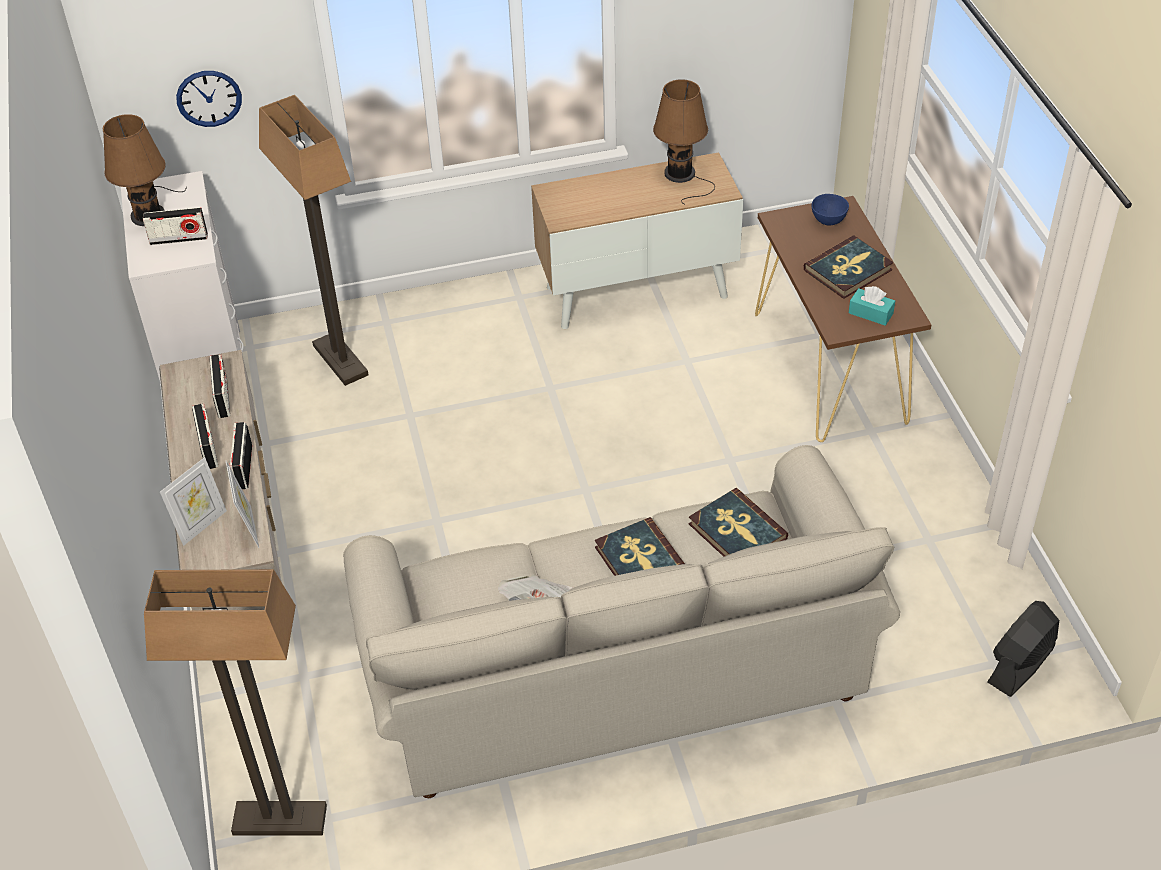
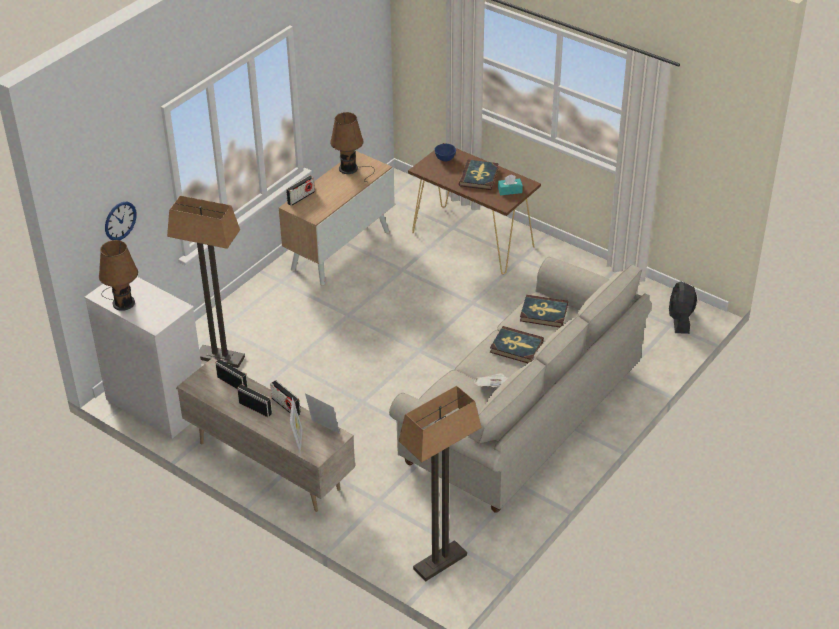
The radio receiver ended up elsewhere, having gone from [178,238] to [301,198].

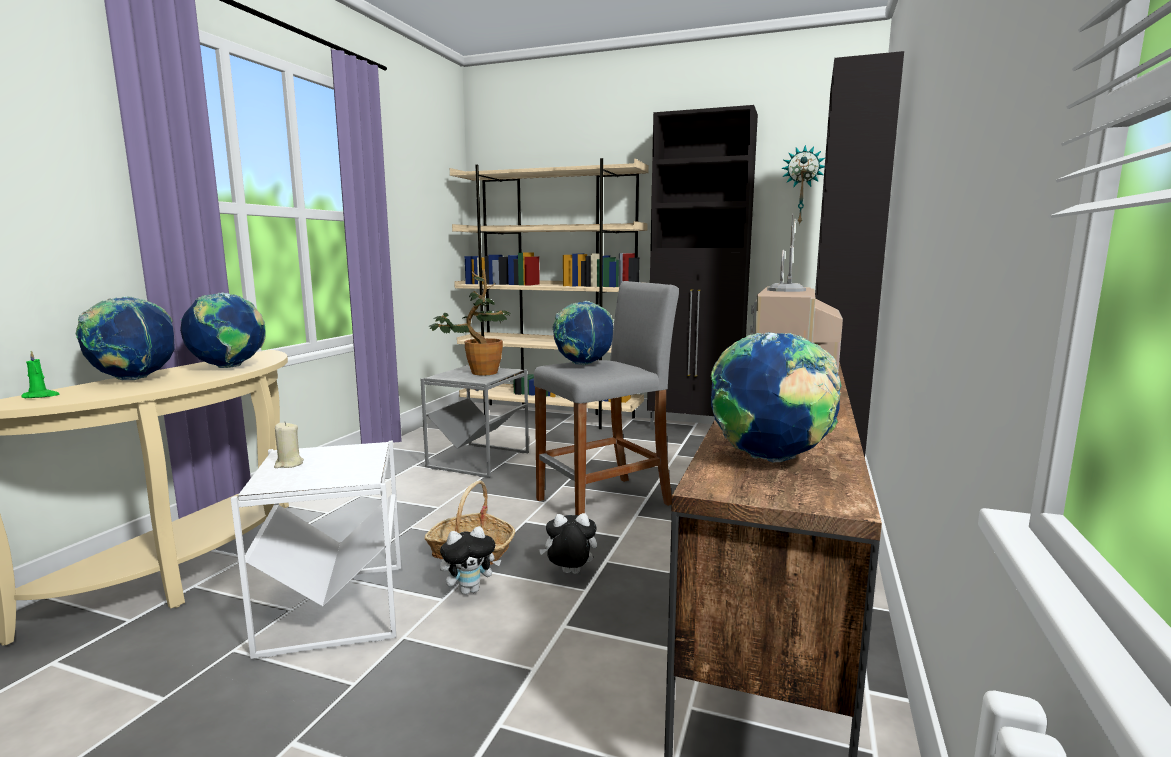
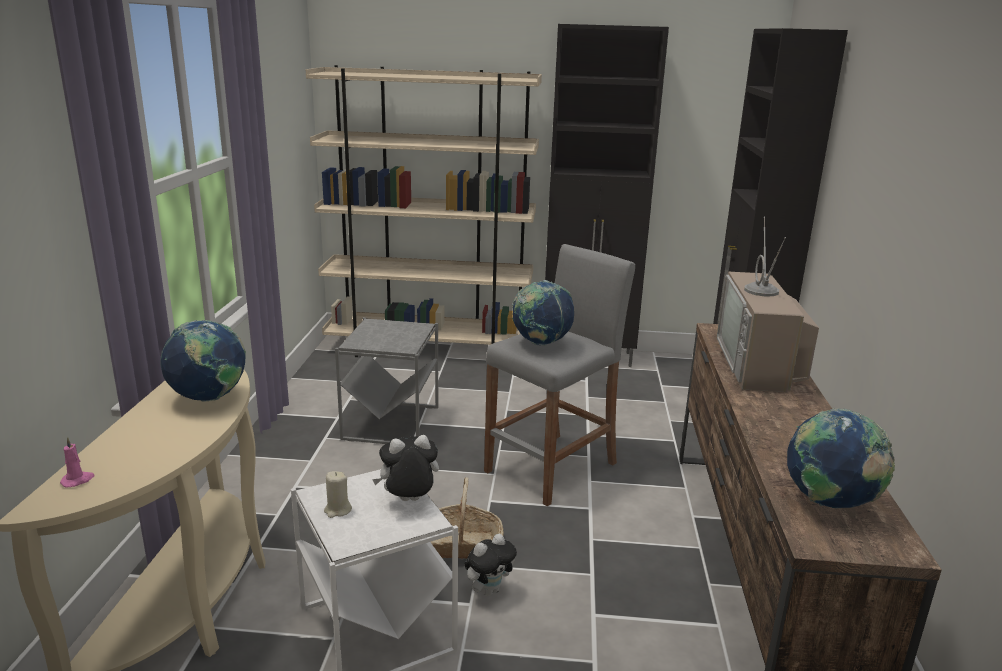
What was the green-coloured wax candle at [41,396] turned into the pink-coloured wax candle at [78,480].
The second view lost the desk globe at [133,379].
The second view lost the plant in a pot at [477,373].
The soft toy ended up elsewhere, having gone from [569,574] to [408,501].
The second view lost the hanging clock at [802,185].

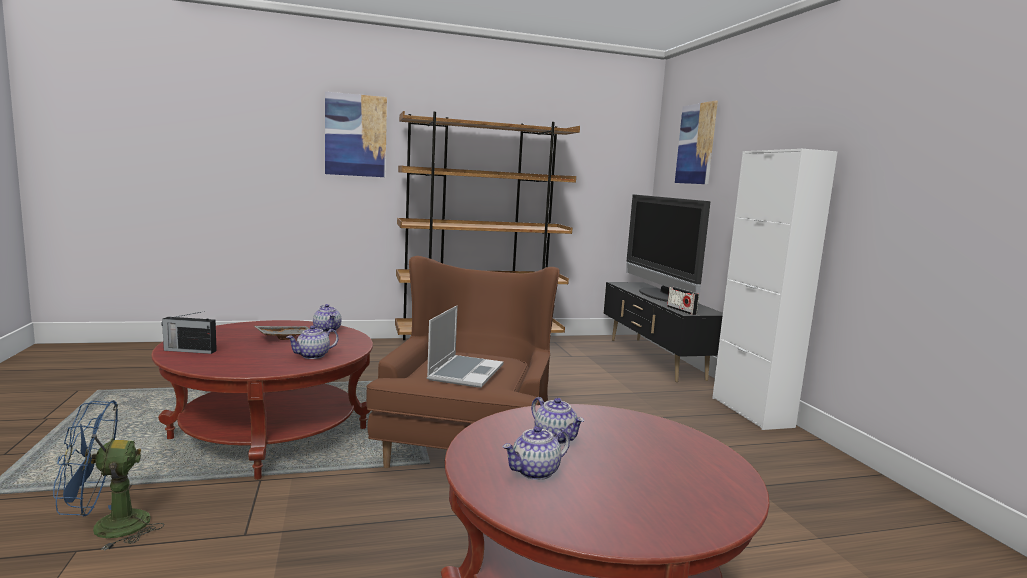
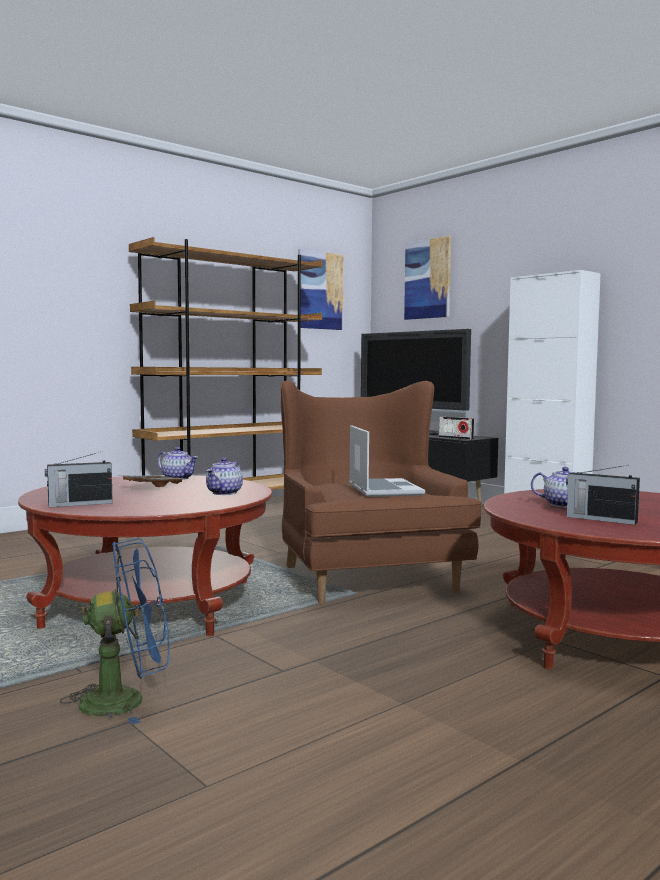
The blue electric fan at [107,528] ended up facing another way, 150 degrees counterclockwise from before.
The wall art ended up elsewhere, having gone from [356,135] to [320,290].
Where the tea pot stood at [535,472], the radio receiver came to stand at [600,519].

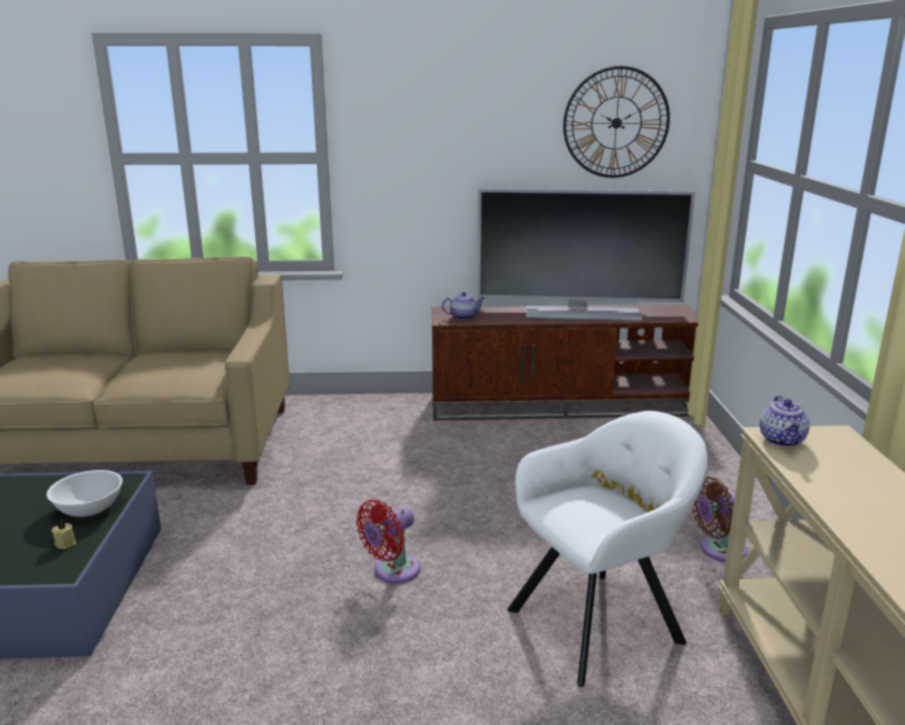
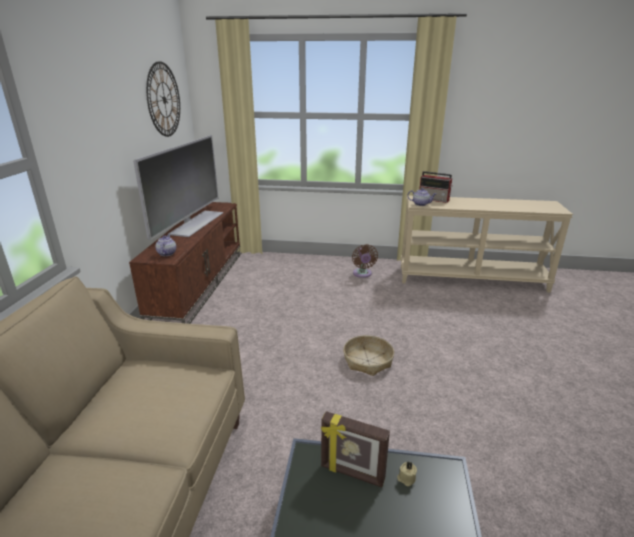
Where the white deep dish stood at [89,509], the photo frame came to stand at [352,473].
Where the red electric fan stood at [392,571], the storage basket came to stand at [367,361].
The second view lost the white lounge chair at [602,622].
The second view gained the radio receiver at [434,199].

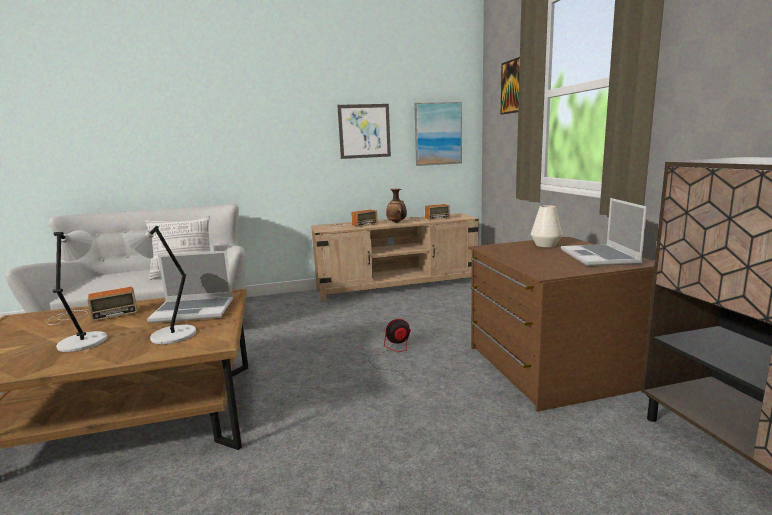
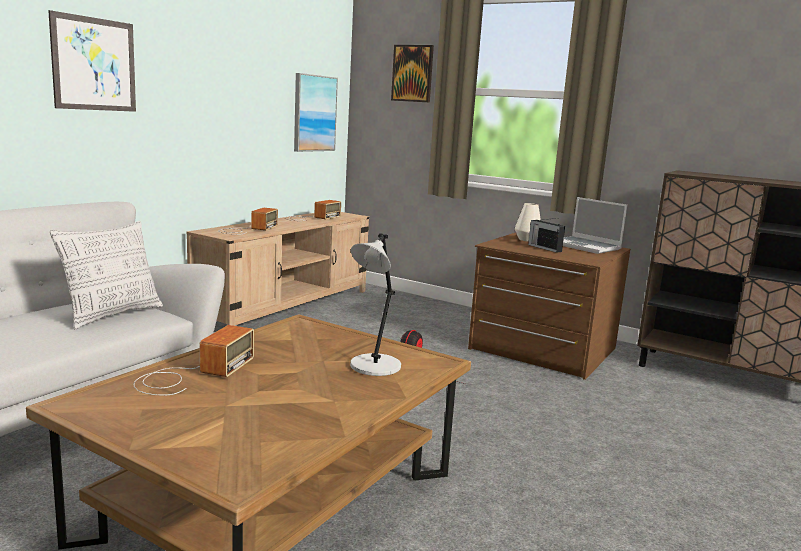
The second view lost the gray lamp for a table at [84,341].
The second view lost the notebook computer at [194,311].
The wall art ended up elsewhere, having gone from [364,131] to [94,64].
The second view lost the vase at [397,223].
The second view gained the radio receiver at [544,248].

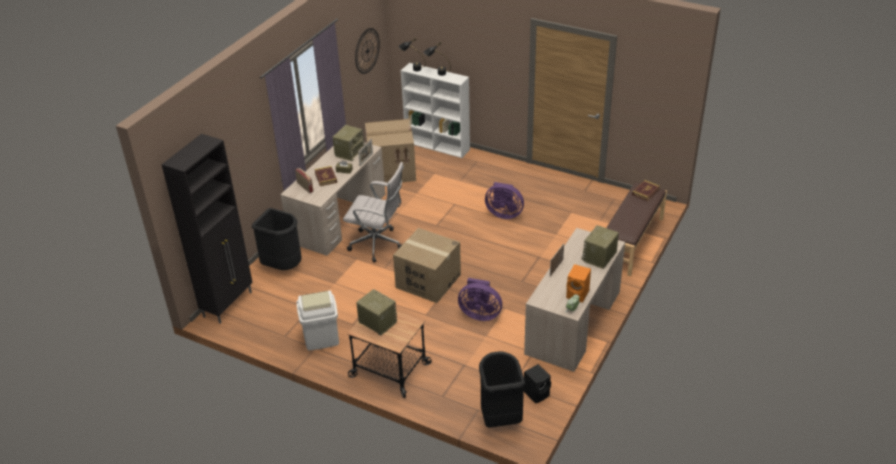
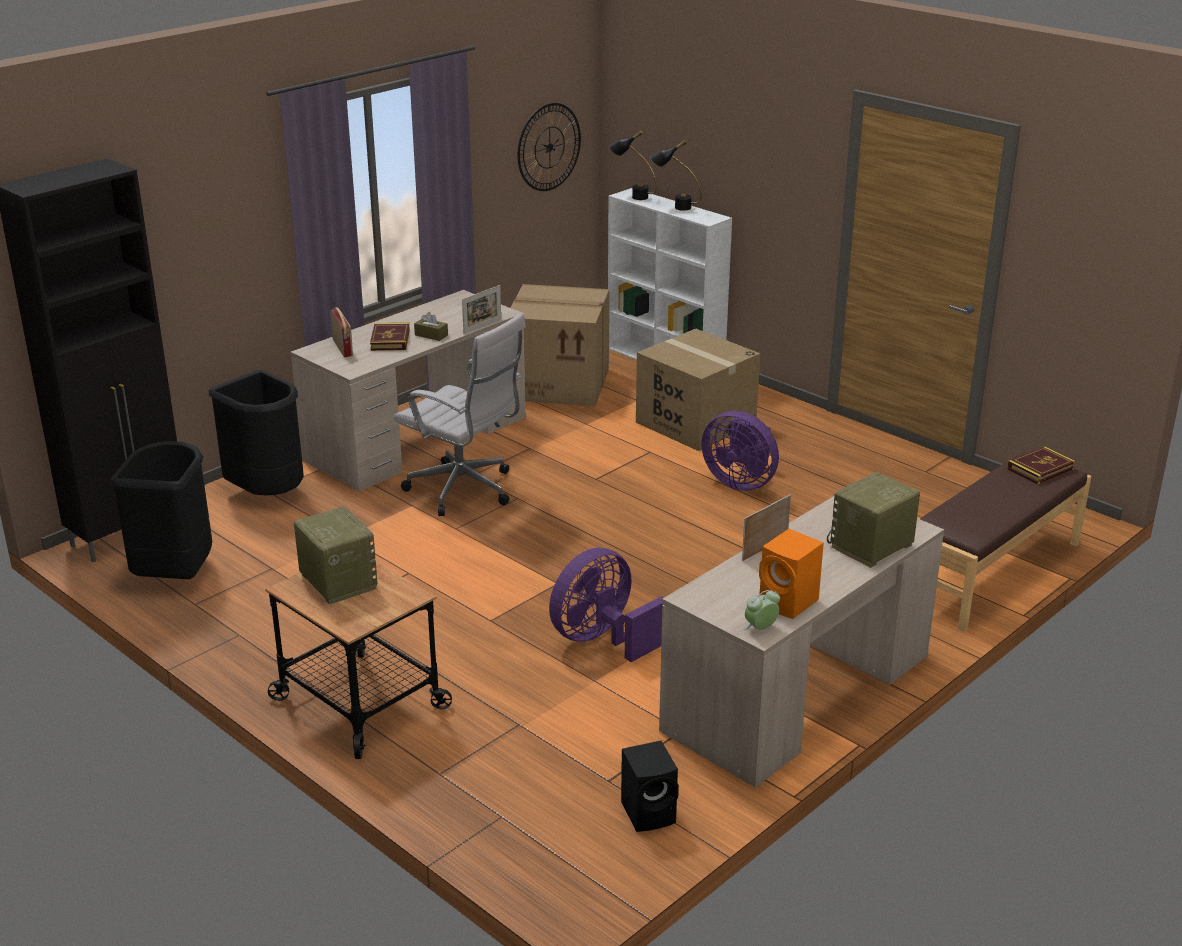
The second view lost the white rubbish bin at [321,338].
The second view lost the radio receiver at [349,152].
The carton ended up elsewhere, having gone from [428,281] to [695,423].
The purple electric fan at [480,314] ended up facing another way, 105 degrees clockwise from before.
The black-coloured rubbish bin ended up elsewhere, having gone from [500,418] to [176,575].

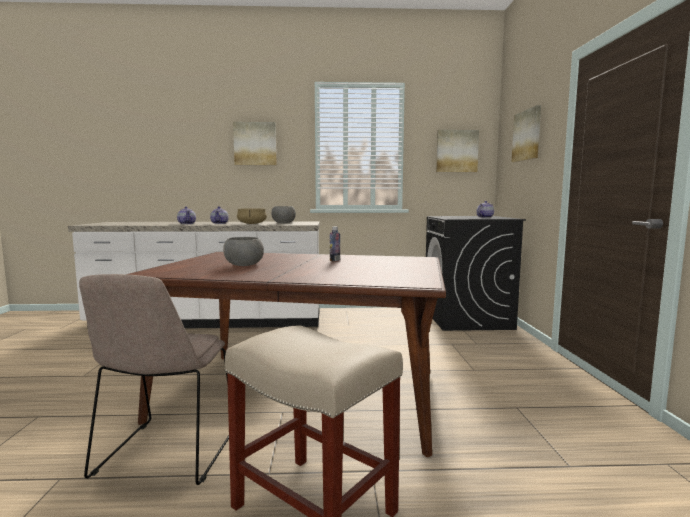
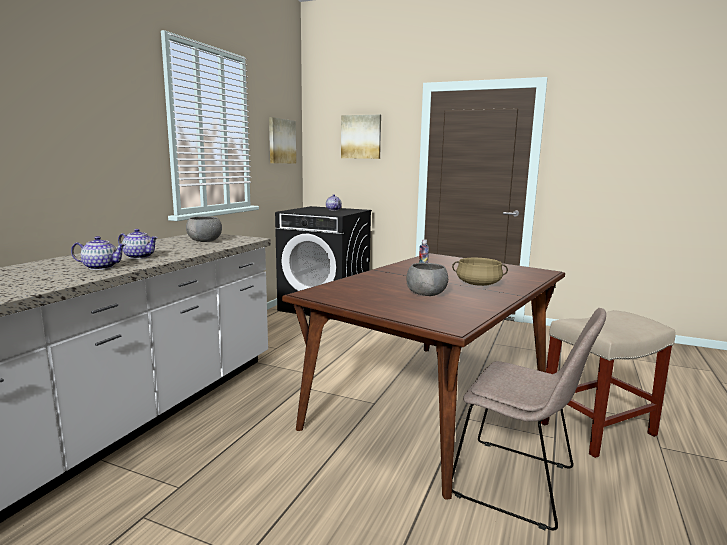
The second view lost the wall art at [255,144].
The beige-coloured stockpot ended up elsewhere, having gone from [251,224] to [478,284].

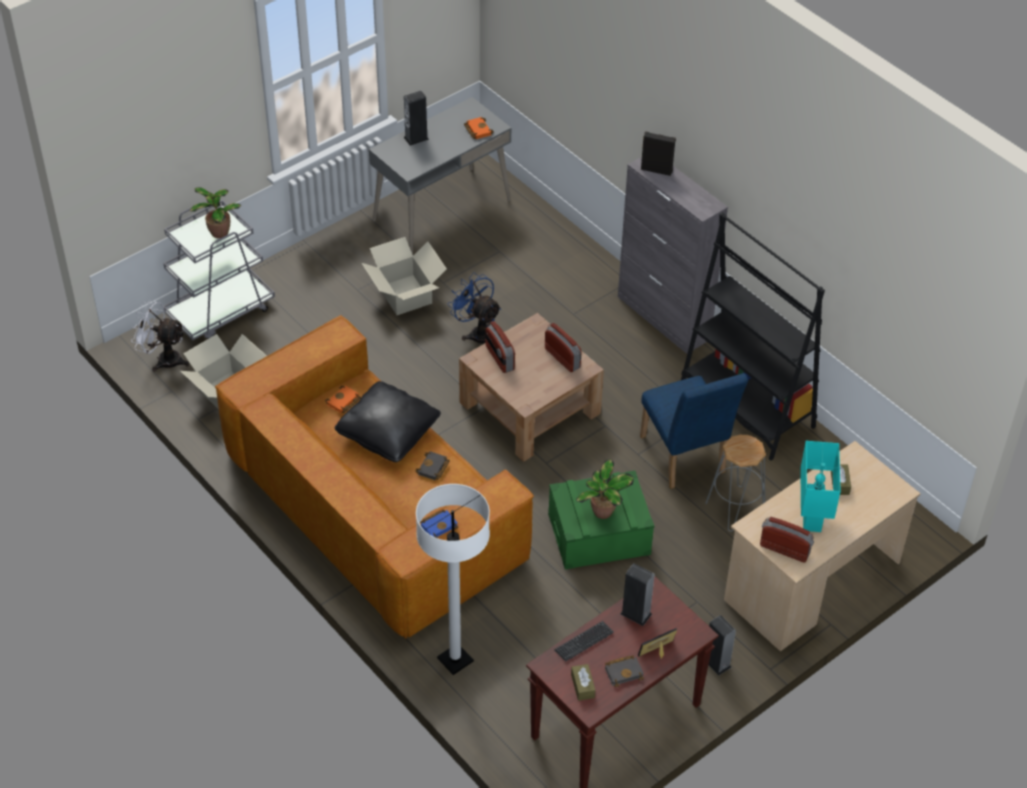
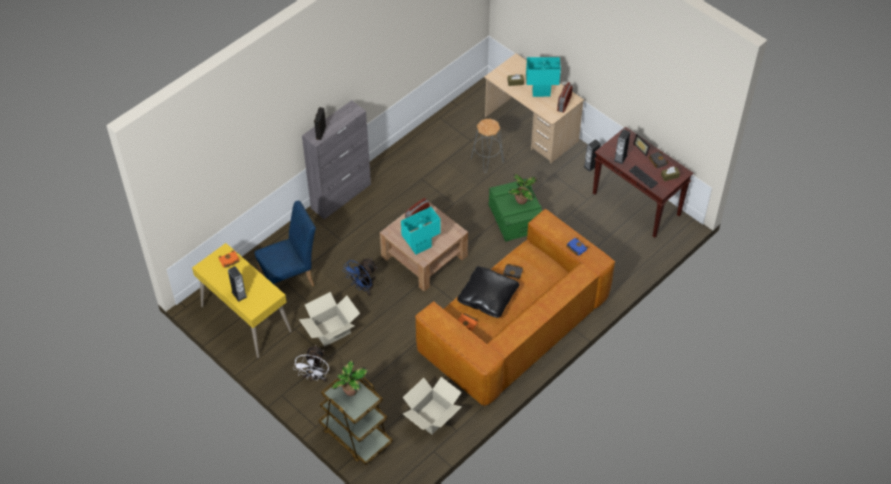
The white electric fan ended up elsewhere, having gone from [163,359] to [315,377].
What was the gray trolley at [221,311] turned into the brown trolley at [355,435].
What was the gray desk table at [441,210] turned into the yellow-coloured desk table at [245,319].
The second view lost the white standard lamp at [455,660].
Where the radio receiver stood at [499,358], the turquoise lamp for a table came to stand at [421,247].
The blue plain chair ended up elsewhere, having gone from [684,459] to [291,279].
The second view lost the black-coloured bookcase at [747,406].

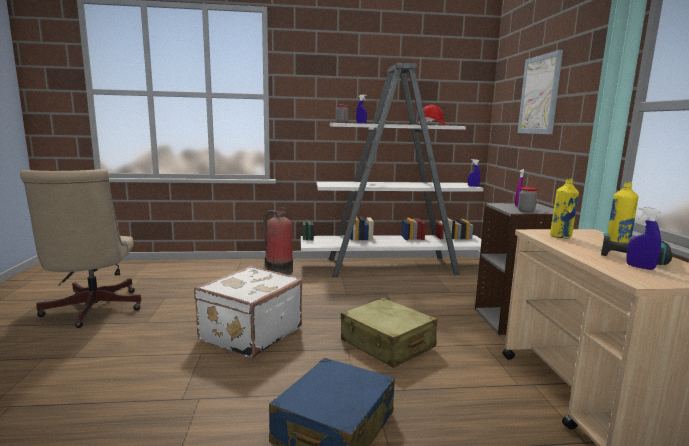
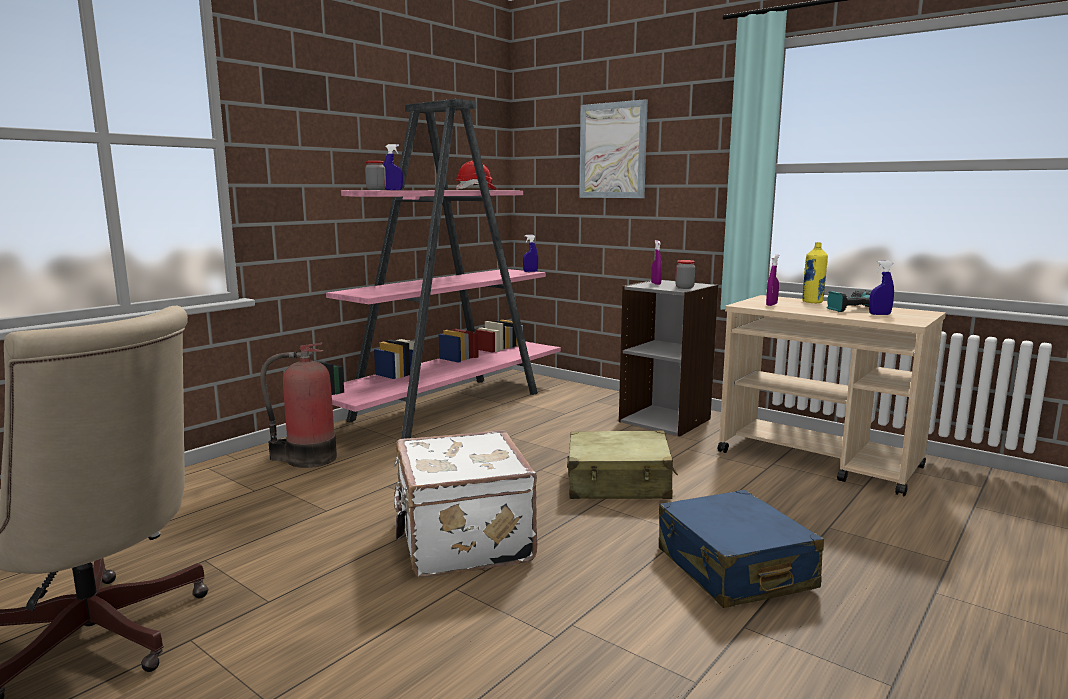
What was the white bookcase at [393,266] turned into the pink-coloured bookcase at [450,406].
Where the yellow-coloured beverage bottle stood at [561,237], the purple hand sprayer came to stand at [771,304].

